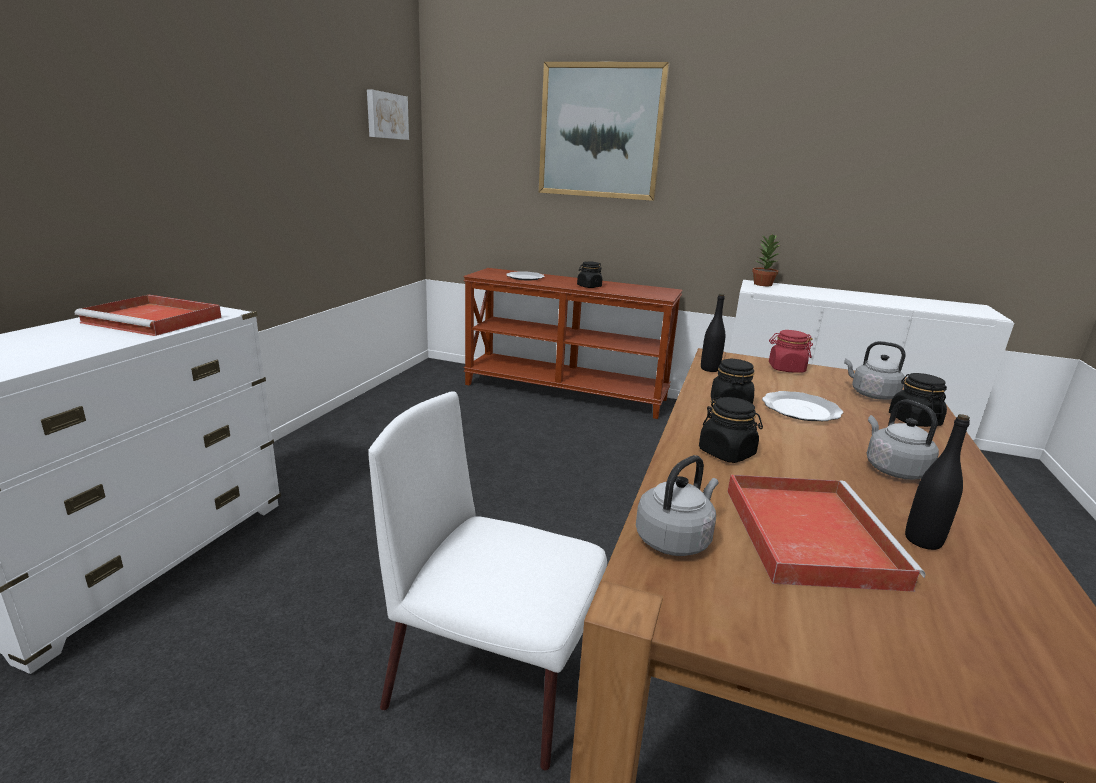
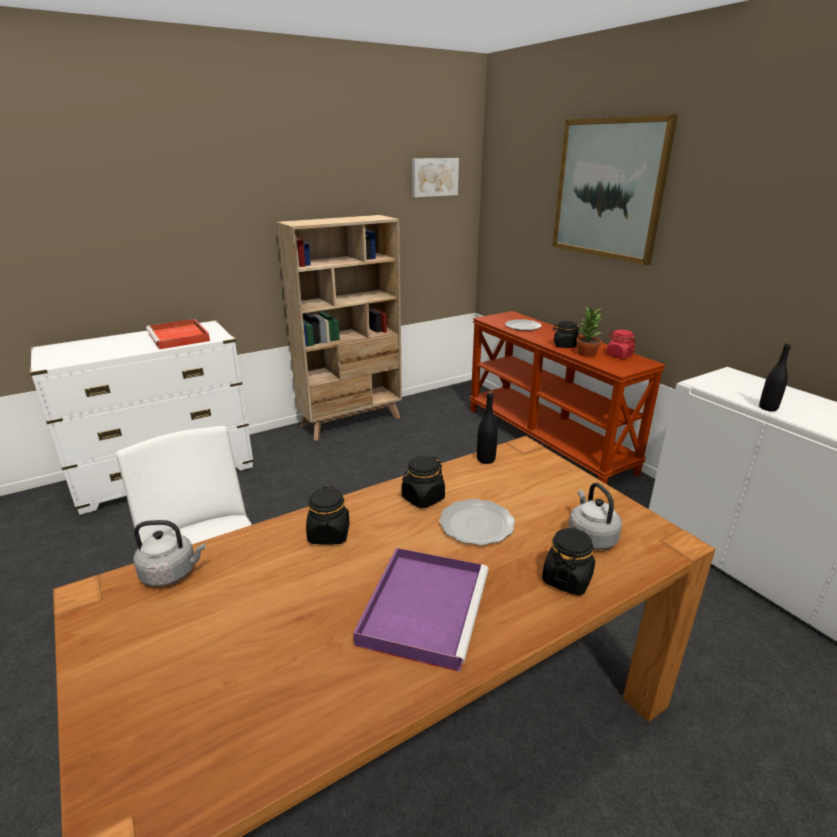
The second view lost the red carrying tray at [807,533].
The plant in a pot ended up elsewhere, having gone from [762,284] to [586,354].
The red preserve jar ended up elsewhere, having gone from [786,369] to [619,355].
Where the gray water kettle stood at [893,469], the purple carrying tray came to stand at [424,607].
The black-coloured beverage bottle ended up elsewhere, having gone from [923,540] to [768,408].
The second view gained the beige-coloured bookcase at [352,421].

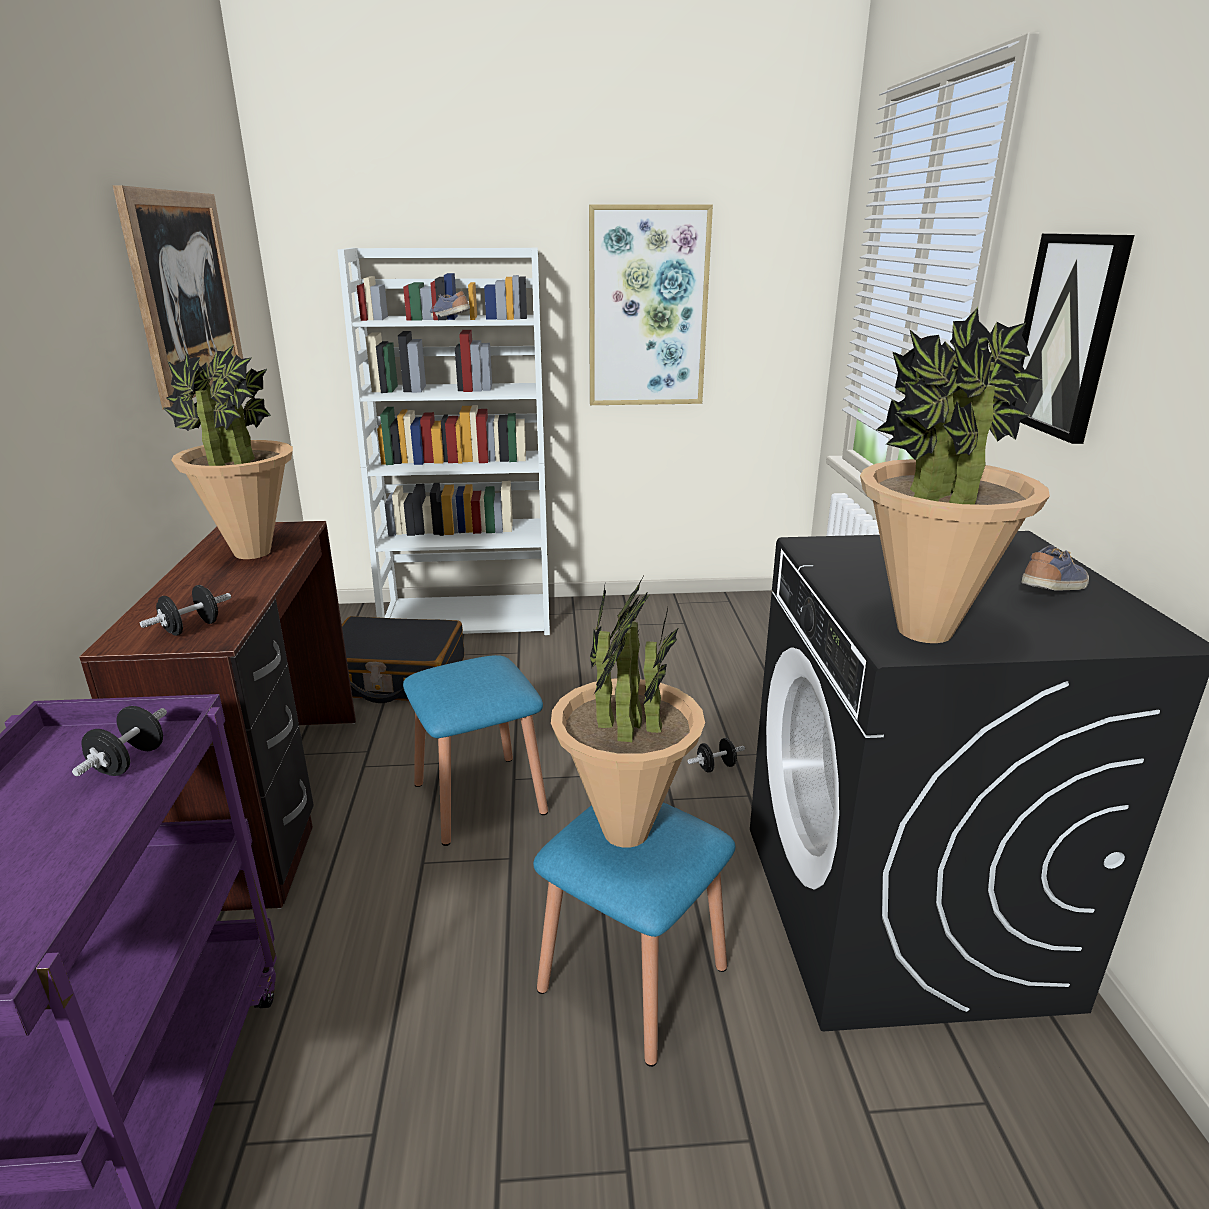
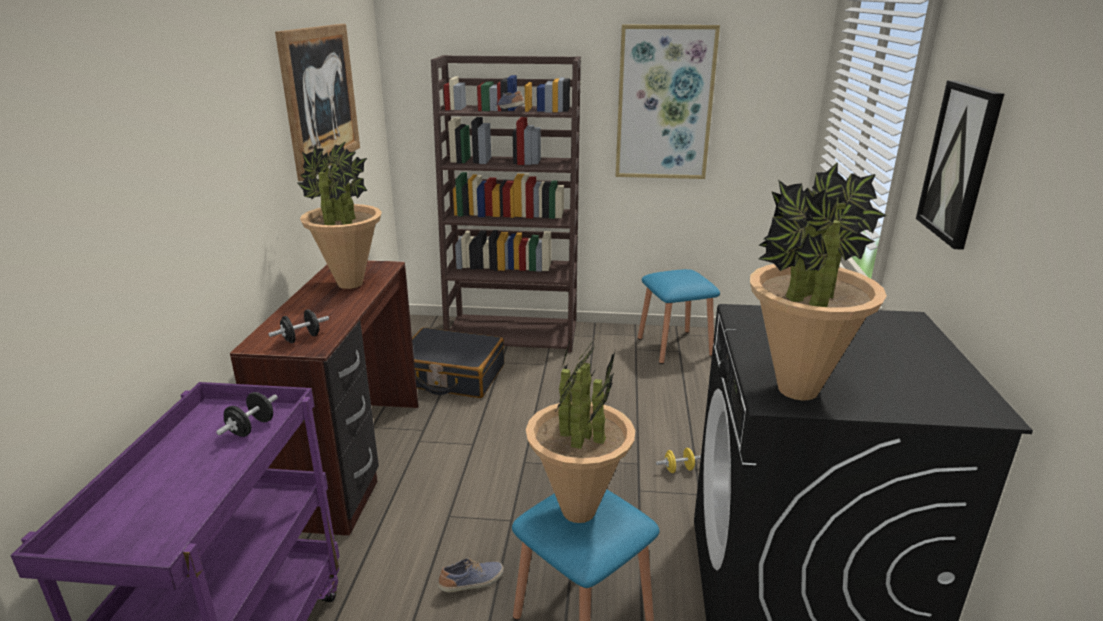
What was the white bookcase at [470,617] turned into the brown bookcase at [514,333].
The blue stool ended up elsewhere, having gone from [479,798] to [674,346].
What was the black-coloured hand weight at [716,767] turned into the yellow-coloured hand weight at [678,469].
The item of footwear ended up elsewhere, having gone from [1054,589] to [472,583].

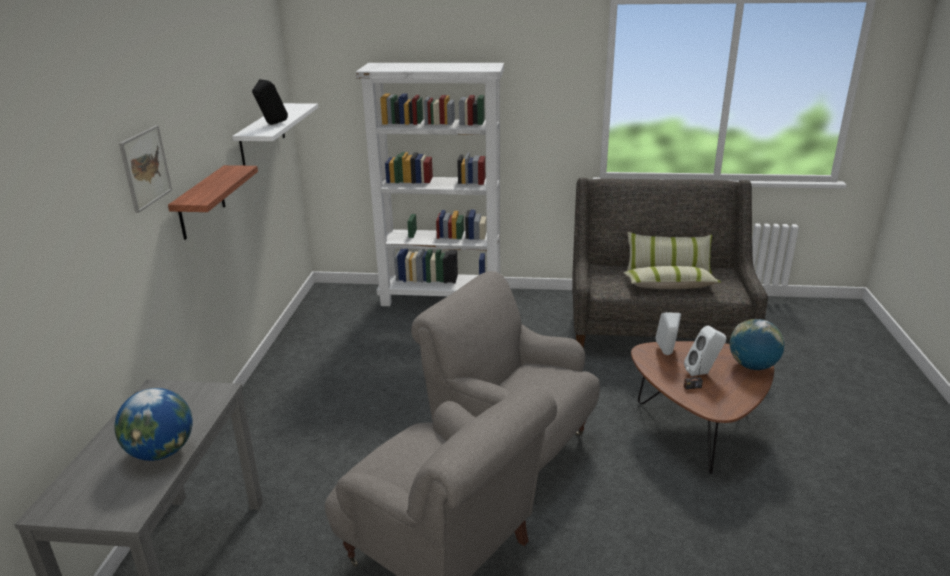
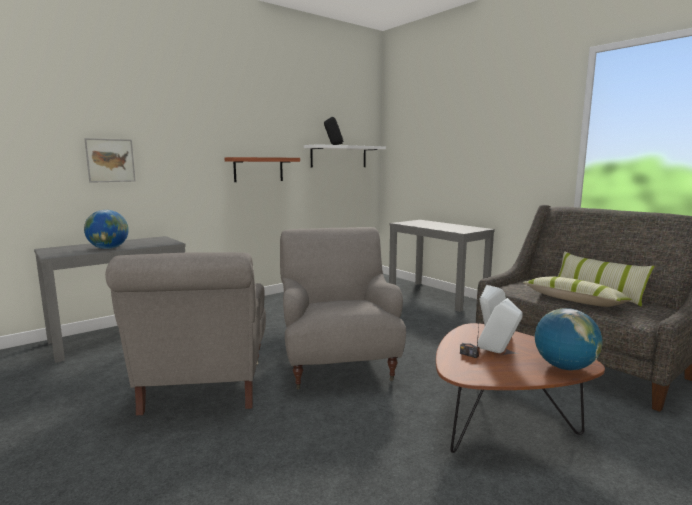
The wall art ended up elsewhere, having gone from [145,168] to [110,160].
Where the white bookcase stood at [442,298], the gray narrow table came to stand at [437,295].

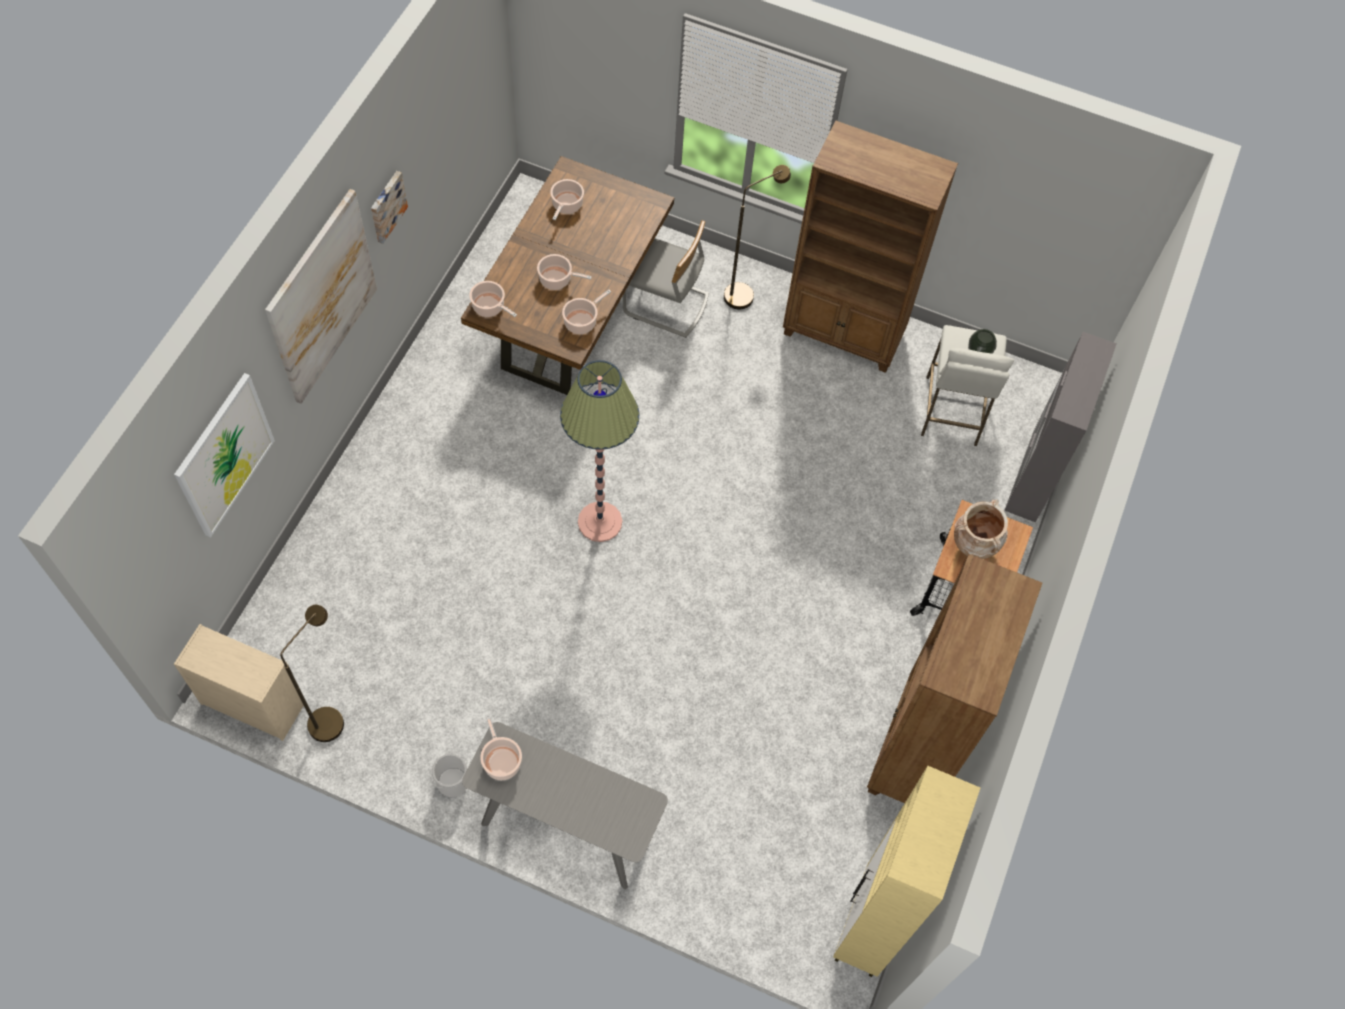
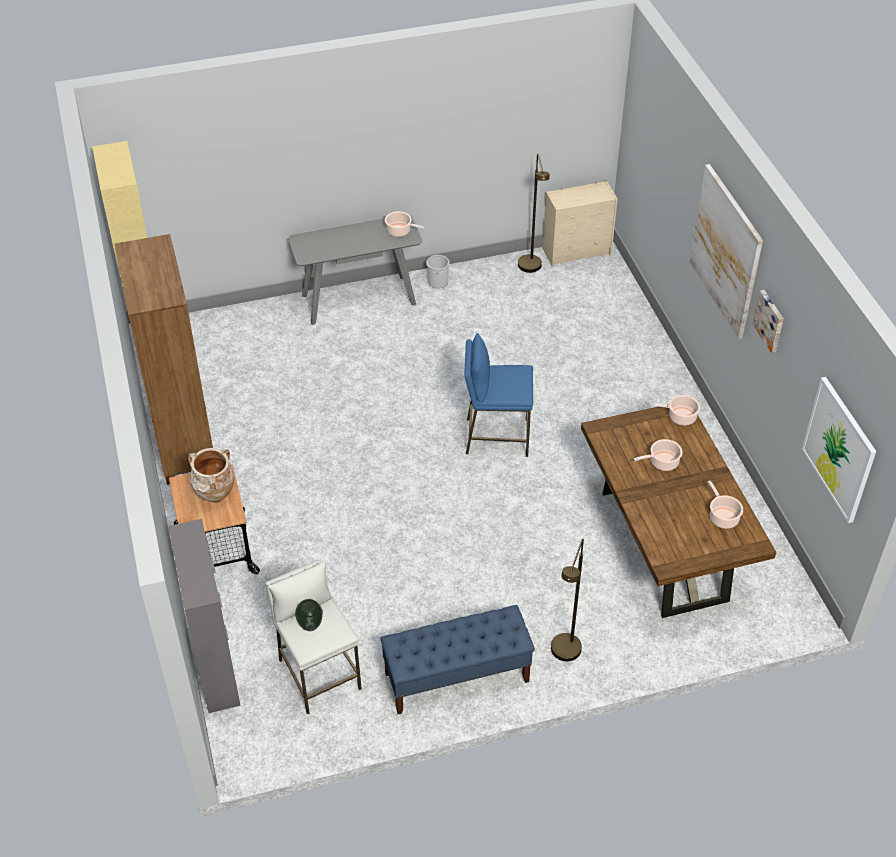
The wall art ended up elsewhere, having gone from [224,455] to [839,449].
Where the standard lamp stood at [600,522], the blue stool came to stand at [496,437].
The second view lost the stockpot at [582,321].
The second view lost the gray plain chair at [666,305].
Where the brown bookcase stood at [844,334], the blue long seat came to stand at [456,677].

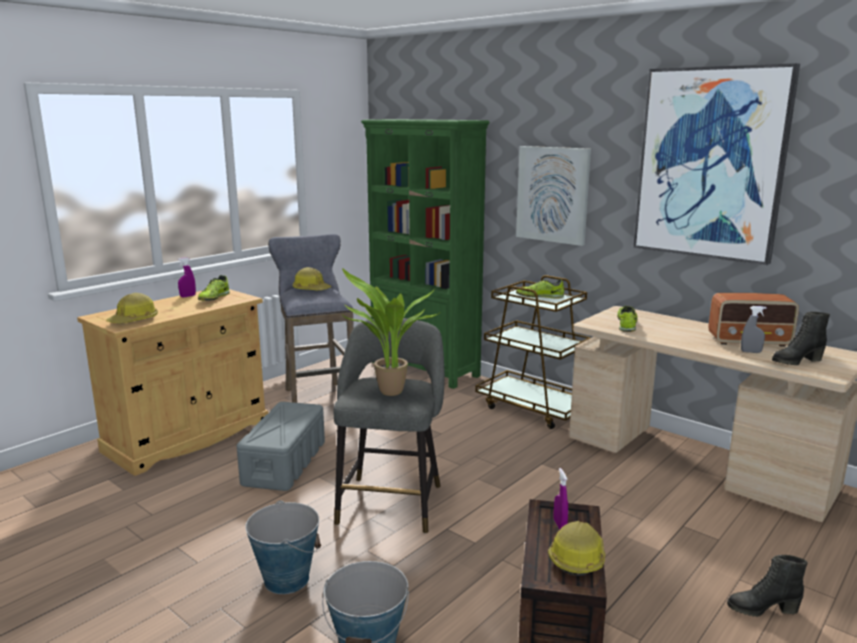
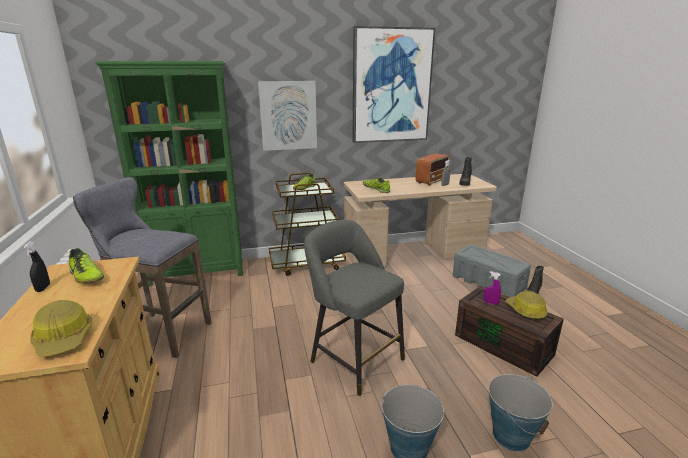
What was the purple hand sprayer at [188,296] turned into the black-coloured hand sprayer at [43,288].
The gray storage bin ended up elsewhere, having gone from [284,463] to [488,282].
The second view lost the work helmet at [311,289].
The second view lost the plant in a pot at [388,394].

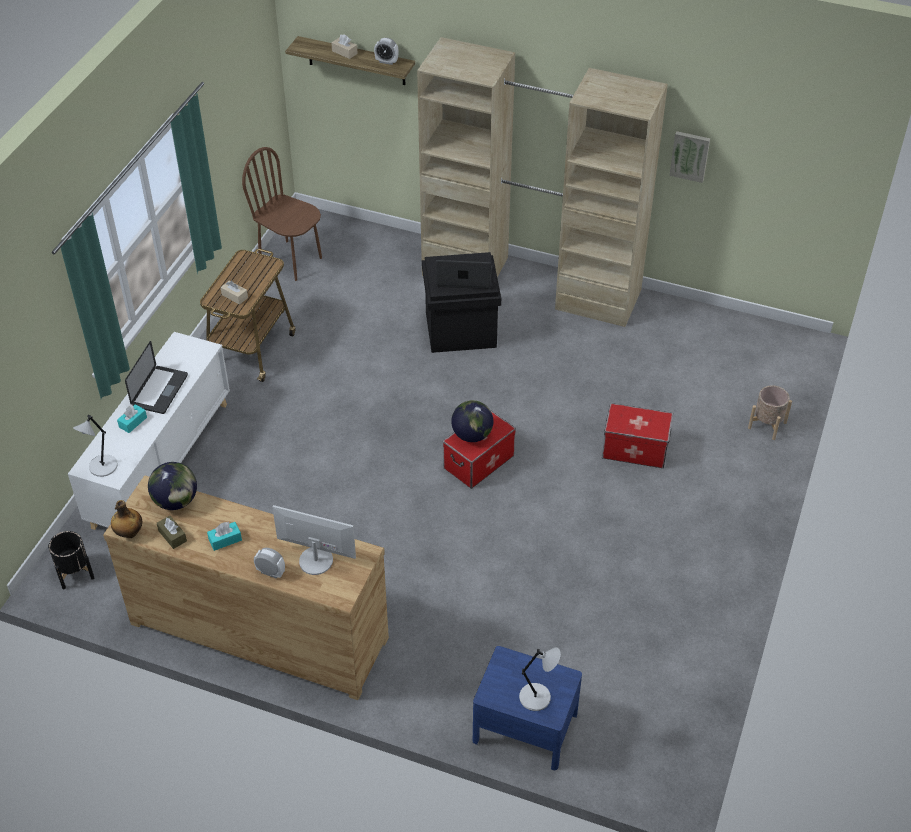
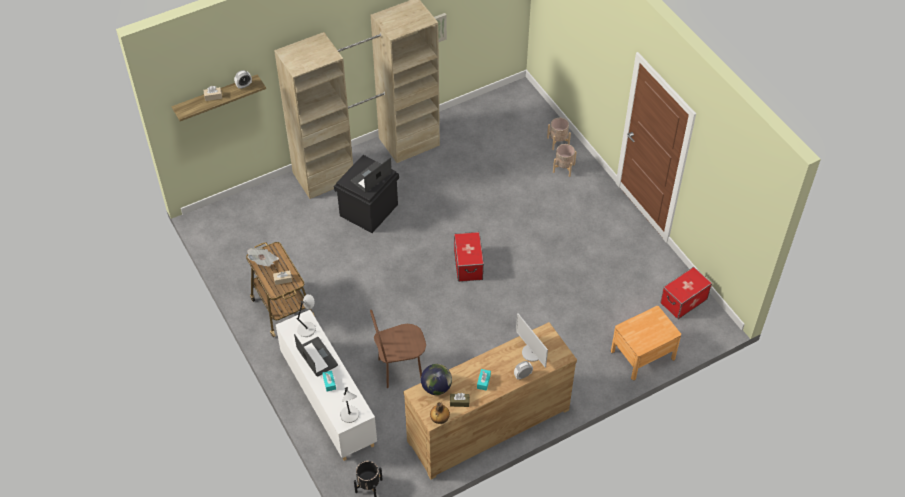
The brown plain chair ended up elsewhere, having gone from [291,261] to [400,369].
The monitor at [316,560] ended up facing another way, 90 degrees counterclockwise from before.
The second view lost the desk globe at [472,435].
What was the blue bedside table at [525,727] turned into the brown bedside table at [642,355].
The gray lamp for a table ended up elsewhere, having gone from [537,697] to [307,329].
The storage bin ended up elsewhere, having gone from [635,449] to [683,300].
The second view gained the newspaper at [263,261].
The second view gained the beige-coloured planter at [564,168].

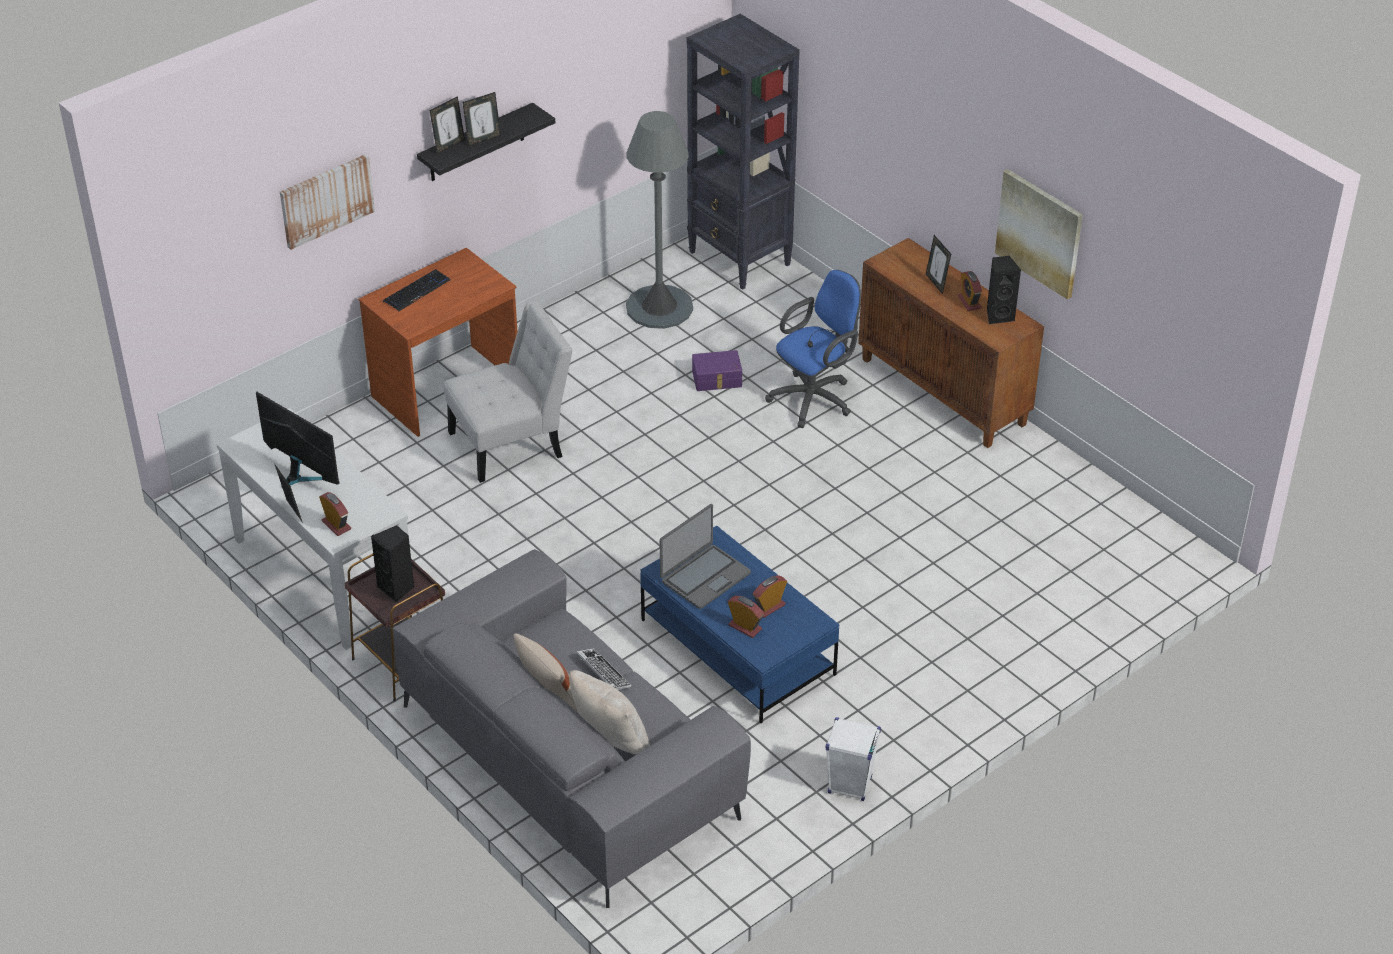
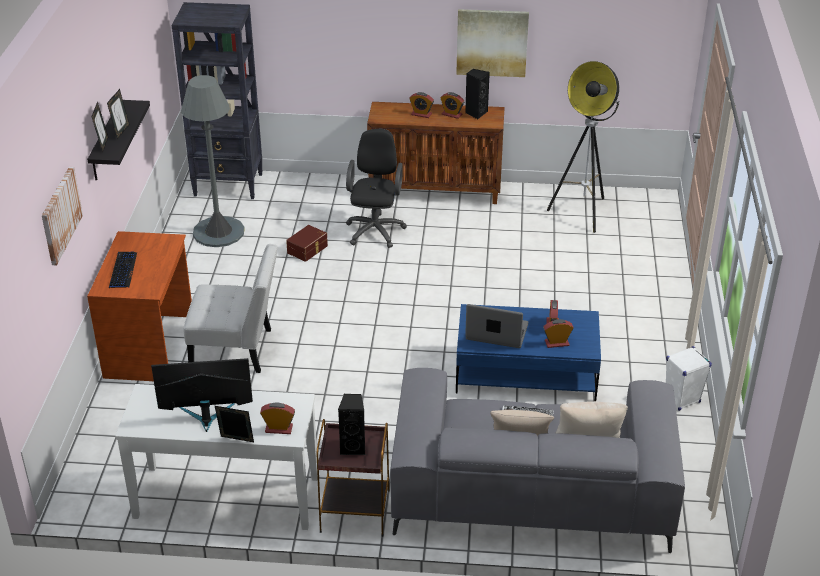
The white plain chair at [512,443] ended up facing another way, 75 degrees clockwise from before.
The notebook computer at [704,577] ended up facing another way, 75 degrees counterclockwise from before.
What was the purple storage bin at [717,379] turned into the brown storage bin at [308,249].
What was the blue office chair at [815,398] turned into the black-coloured office chair at [375,229].
Where the photo frame stood at [936,283], the alarm clock came to stand at [421,114].
The second view gained the standard lamp at [583,213].

